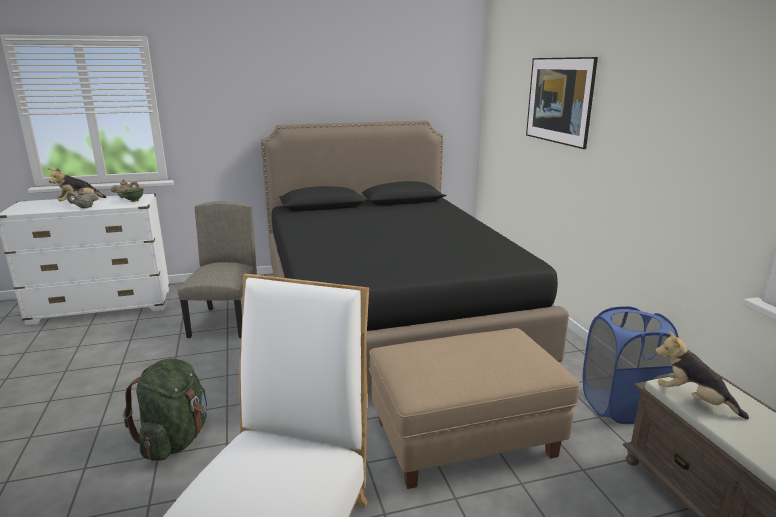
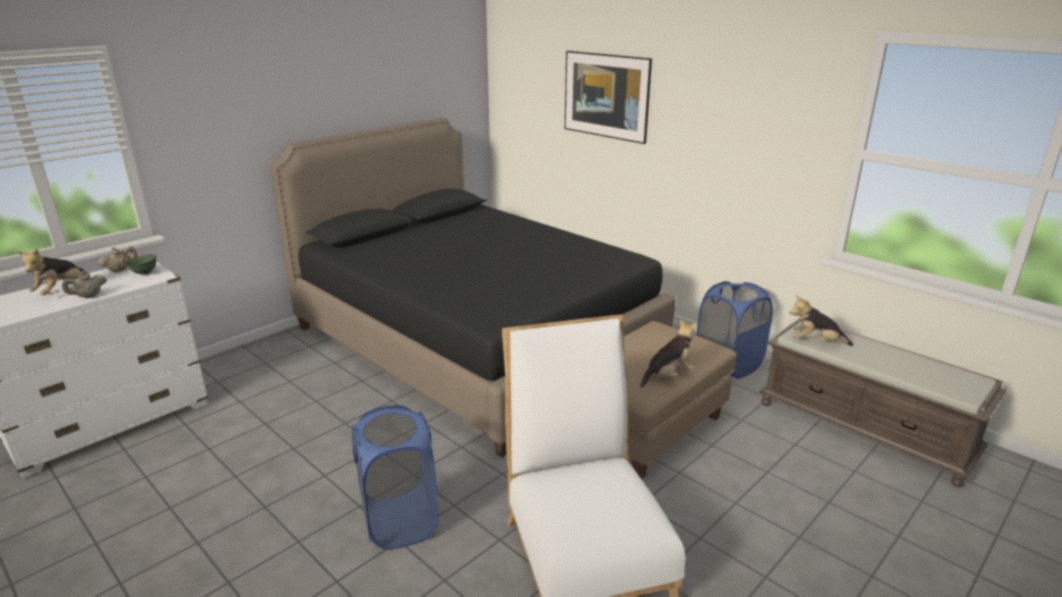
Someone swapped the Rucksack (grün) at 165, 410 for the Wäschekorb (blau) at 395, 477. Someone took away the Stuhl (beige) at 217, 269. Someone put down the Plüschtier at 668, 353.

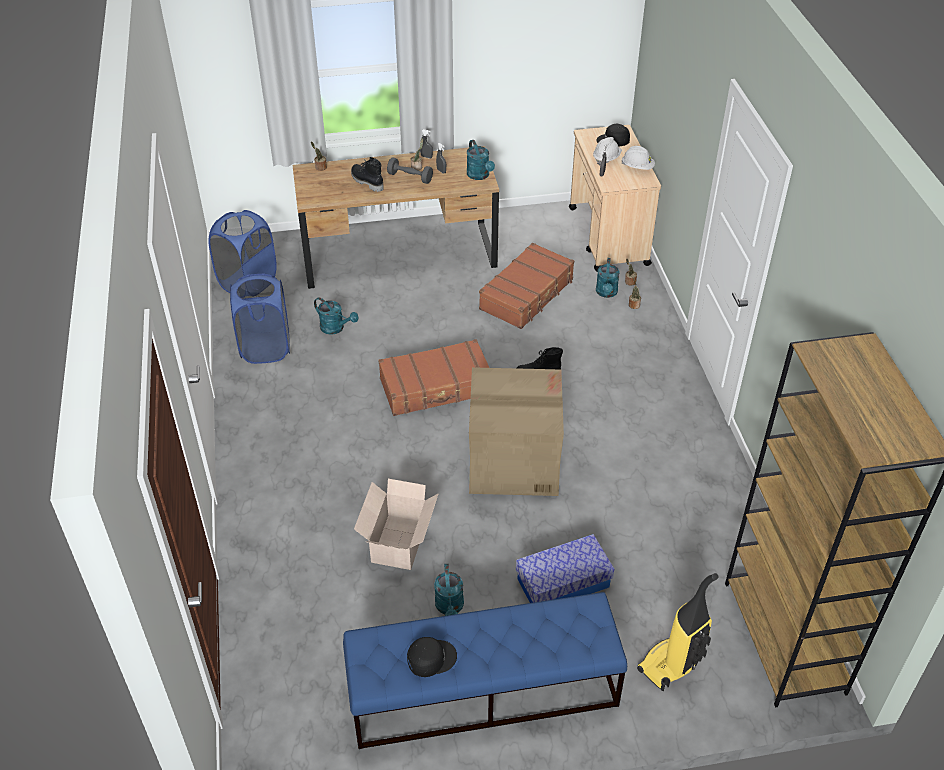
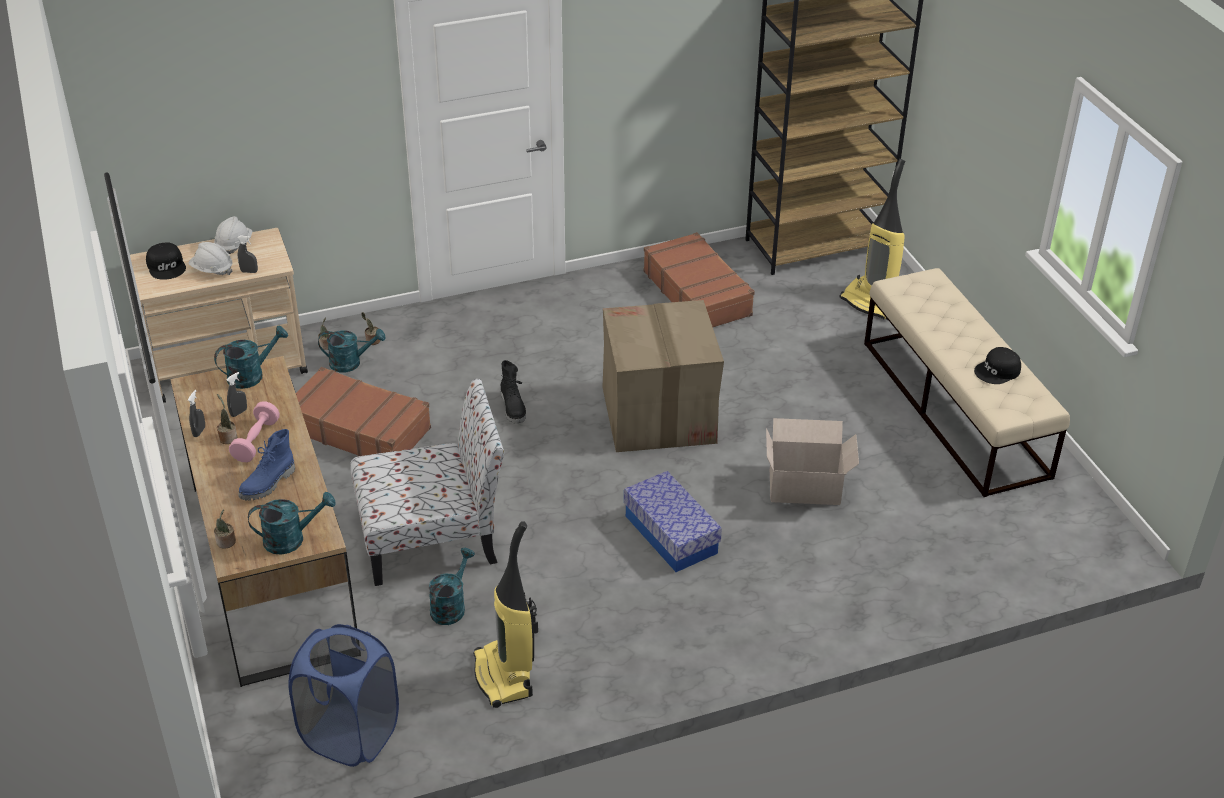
Someone swapped the Wäschekorb (blau) at 260, 318 for the Staubsauger at 505, 614. Someone repainted the Bank (blau) at 485, 670, which became the Bank (beige) at 967, 382. Someone repainted the Stiefel (schwarz) at 367, 174, which became the Stiefel (blau) at 267, 465. Someone carried the Koffer (braun) from 433, 377 to 699, 279. Someone repainted the Hantel (grau) at 410, 170, which became the Hantel (rosa) at 254, 431. Someone rotated the Kappe (schwarz) at 432, 657 by 90 degrees counterclockwise. Someone carried the Gießkanne (türkis) from 449, 590 to 292, 523. Someone carried the Aufbewahrungsbox from 565, 568 to 673, 521. Someone put down the Stuhl at 427, 482.

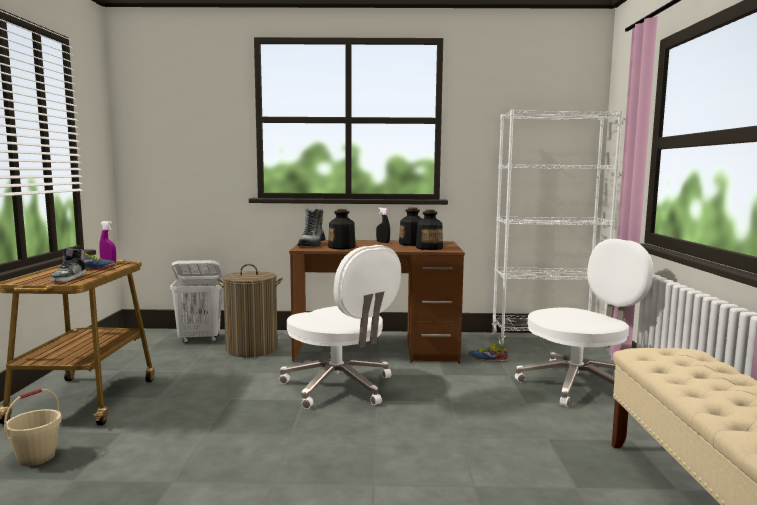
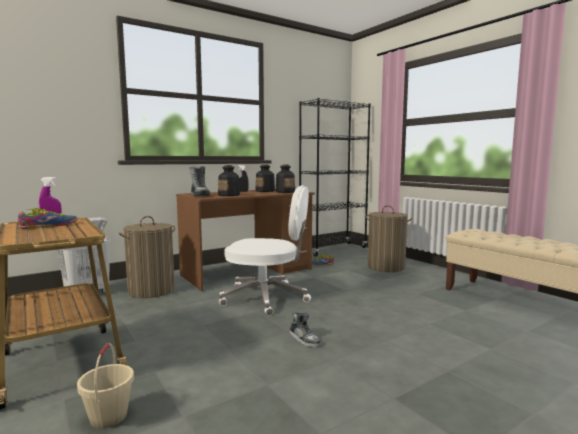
Someone carried the Schuh from 68, 265 to 305, 329. Someone repainted the Bücherregal (weiß) at 557, 228, which became the Bücherregal (schwarz) at 335, 177. Someone swapped the Bürostuhl (weiß) at 584, 323 for the Wäschekorb at 389, 238.

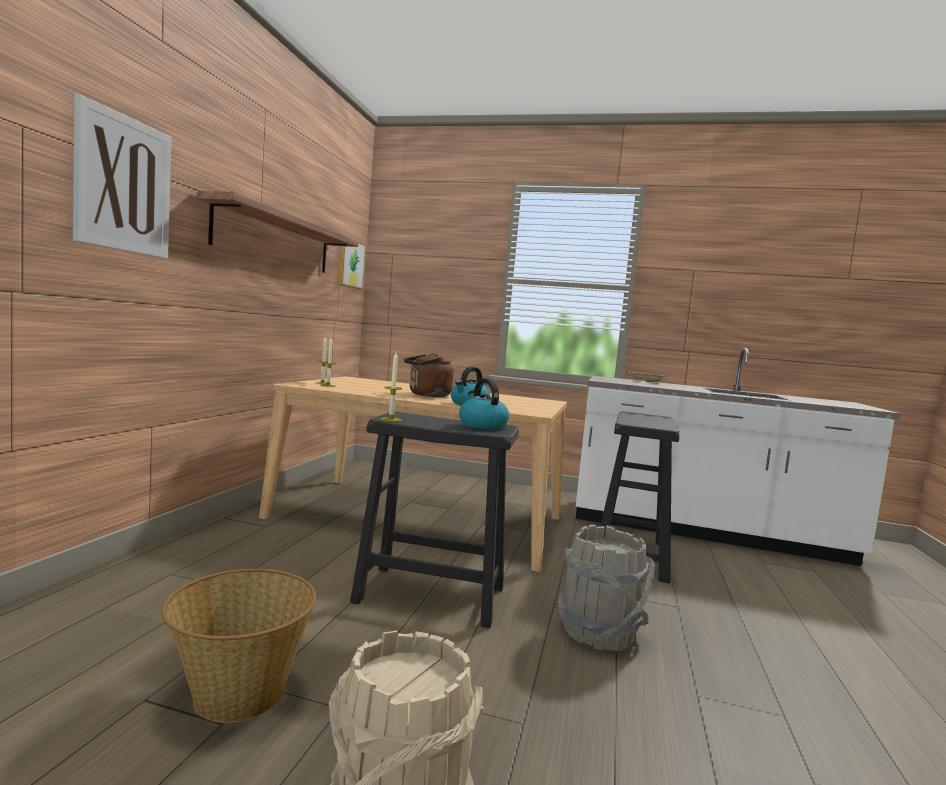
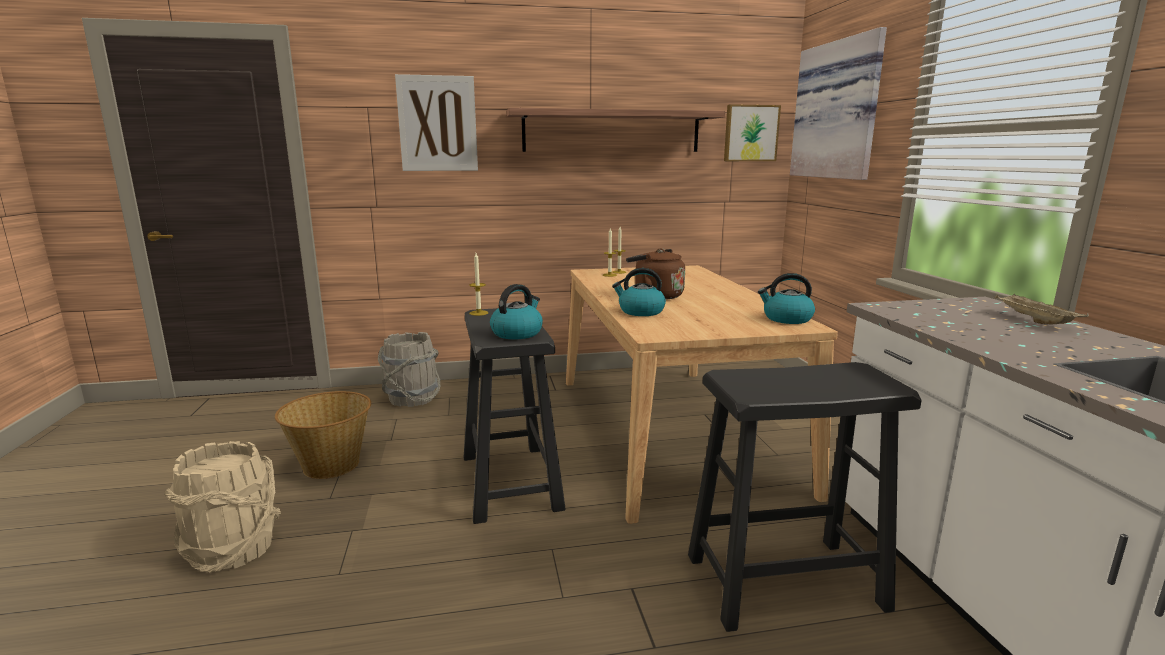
Someone carried the Eimer (grau) from 606, 588 to 409, 369. Someone put down the Wasserkessel at 786, 298. Someone put up the Bild at 838, 103.

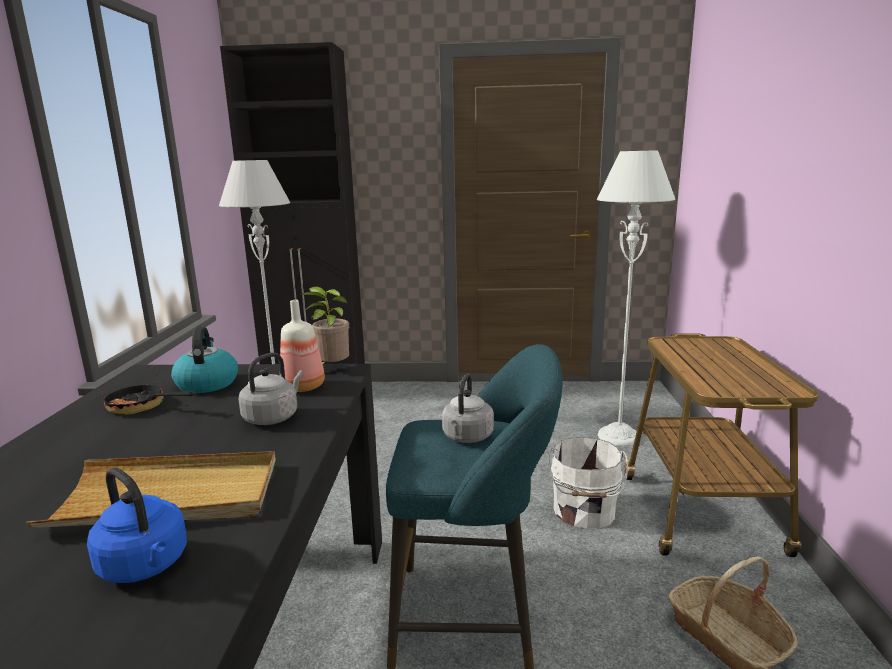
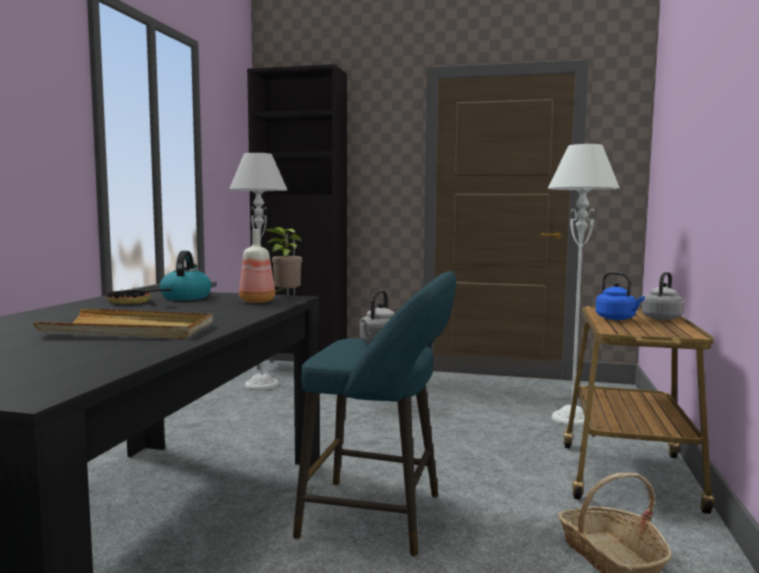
Someone carried the Wasserkessel (blau) from 137, 525 to 620, 296. Someone carried the Wasserkessel (grau) from 271, 388 to 662, 296. Someone took away the Eimer (weiß) at 588, 483.

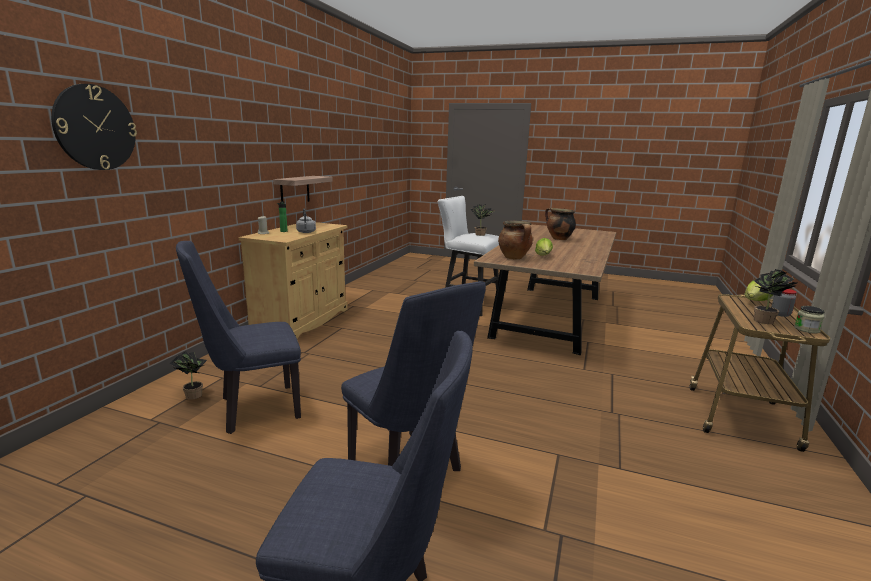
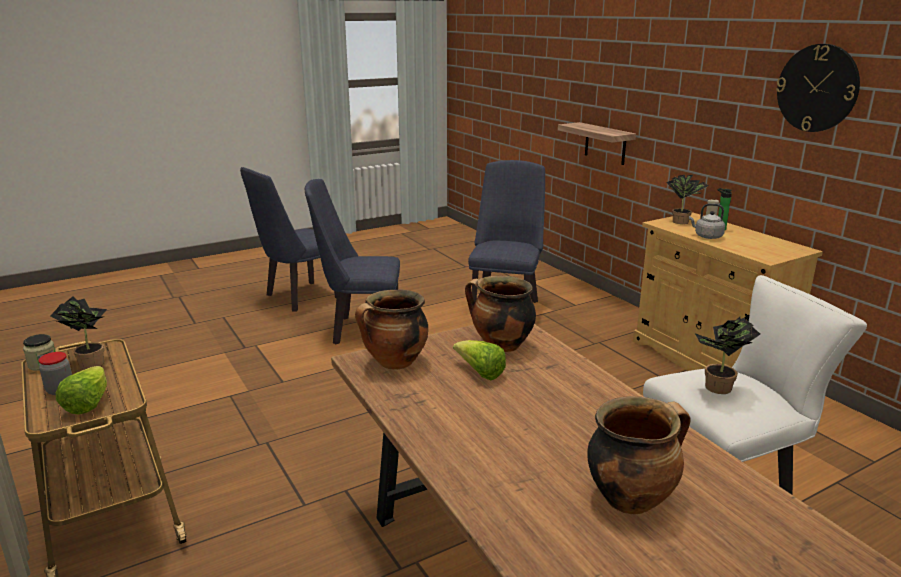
Someone carried the Wanduhr from 94, 127 to 818, 88. Someone carried the Topfpflanze from 188, 375 to 688, 199. Someone carried the Wandregal from 303, 189 to 597, 143. Someone put down the Kochtopf at 391, 330.

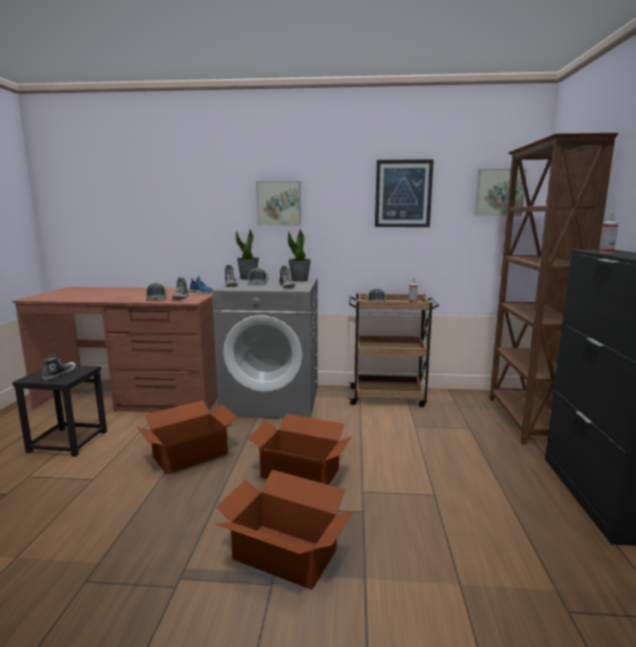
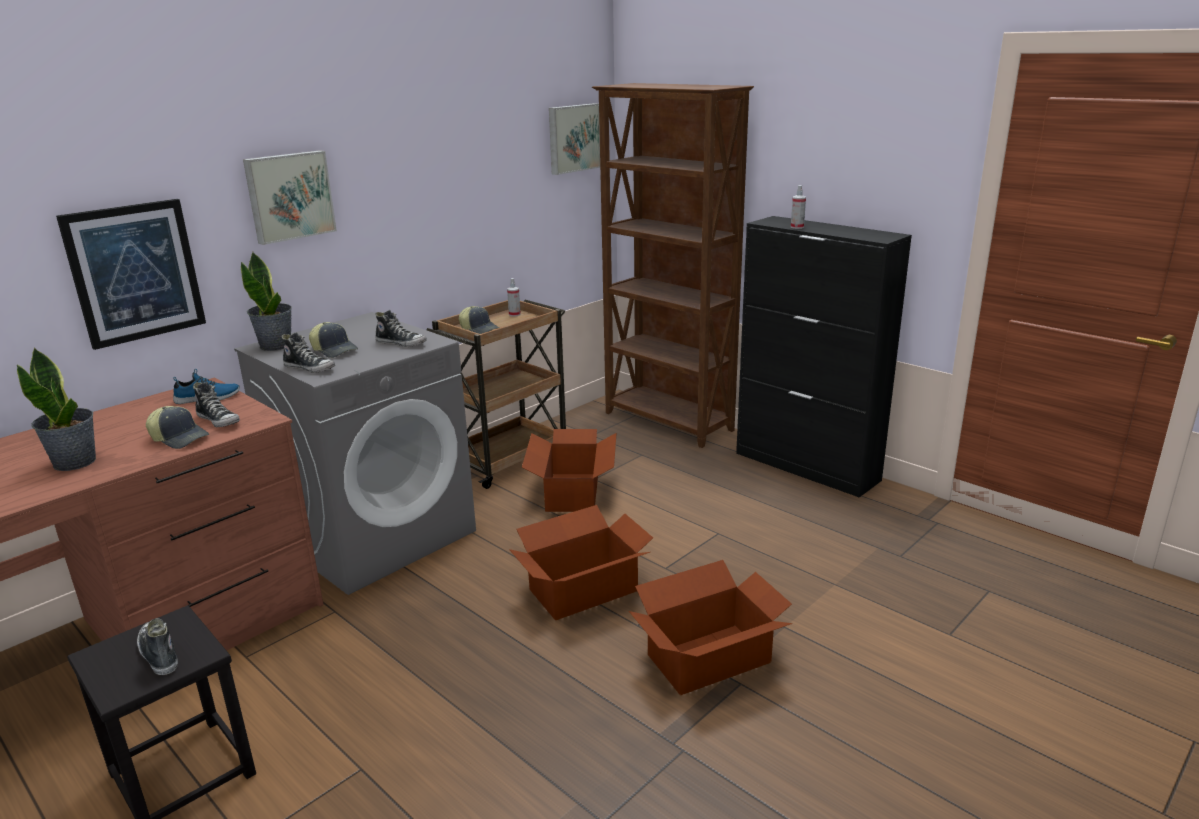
Someone carried the Karton from 187, 437 to 569, 470. Someone carried the Topfpflanze from 299, 255 to 56, 409. Someone carried the Bild from 404, 193 to 131, 274.

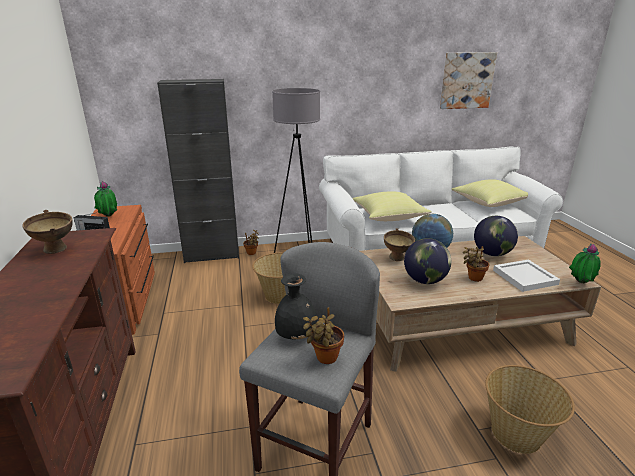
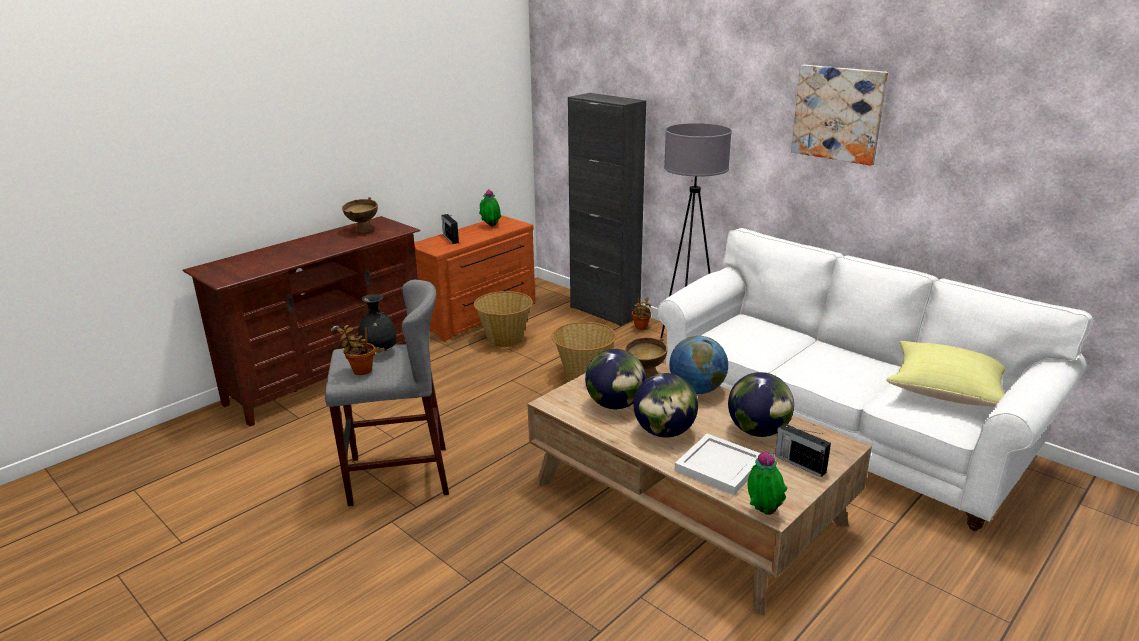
Someone took away the Kissen (gelb) at 392, 206. Someone carried the Bild from 468, 80 to 839, 115. Someone swapped the Topfpflanze at 476, 264 for the Globus at 666, 405. Someone carried the Korb from 530, 409 to 503, 319. Someone put down the Radio at 803, 450.

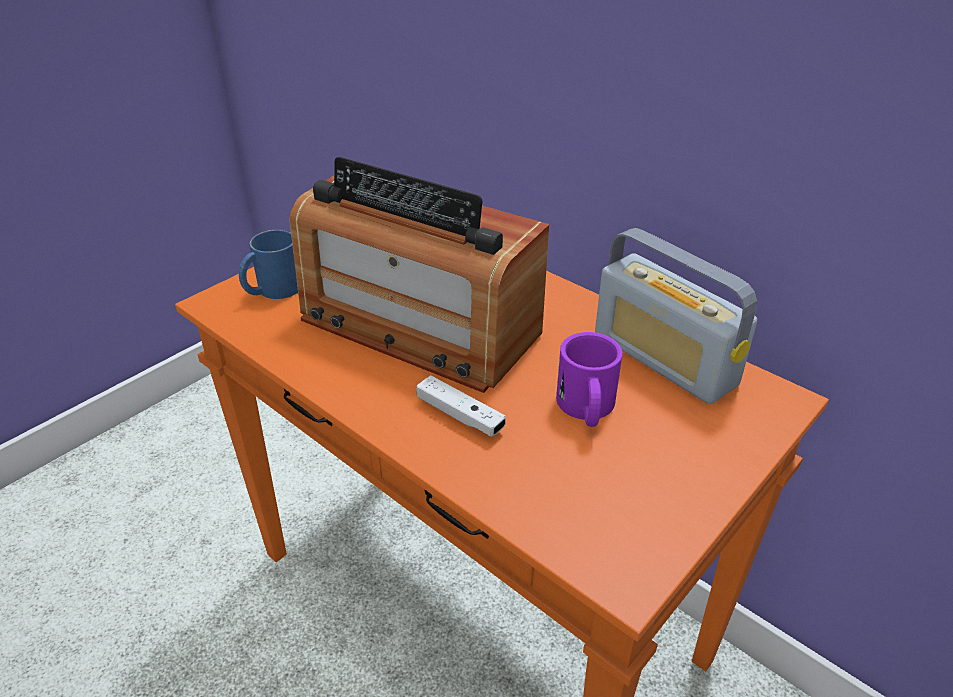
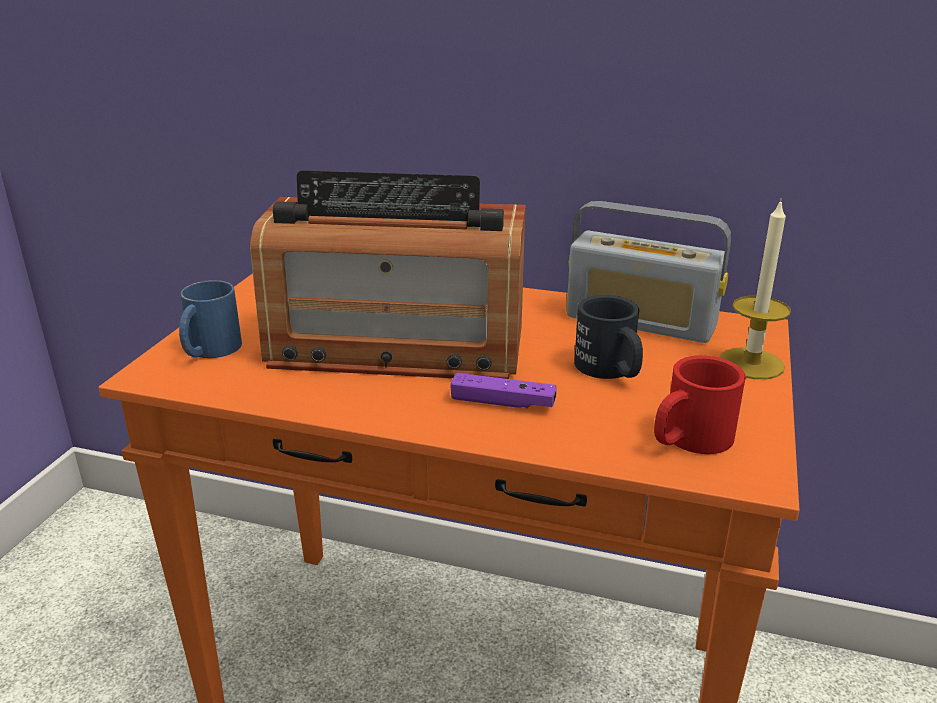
Someone repainted the Gamepad (weiß) at 461, 406, which became the Gamepad (lila) at 503, 391. Someone repainted the Henkelbecher (lila) at 589, 379, which became the Henkelbecher (schwarz) at 608, 337. Someone put down the Henkelbecher (rot) at 700, 404. Someone put down the Kerze at 755, 288.

